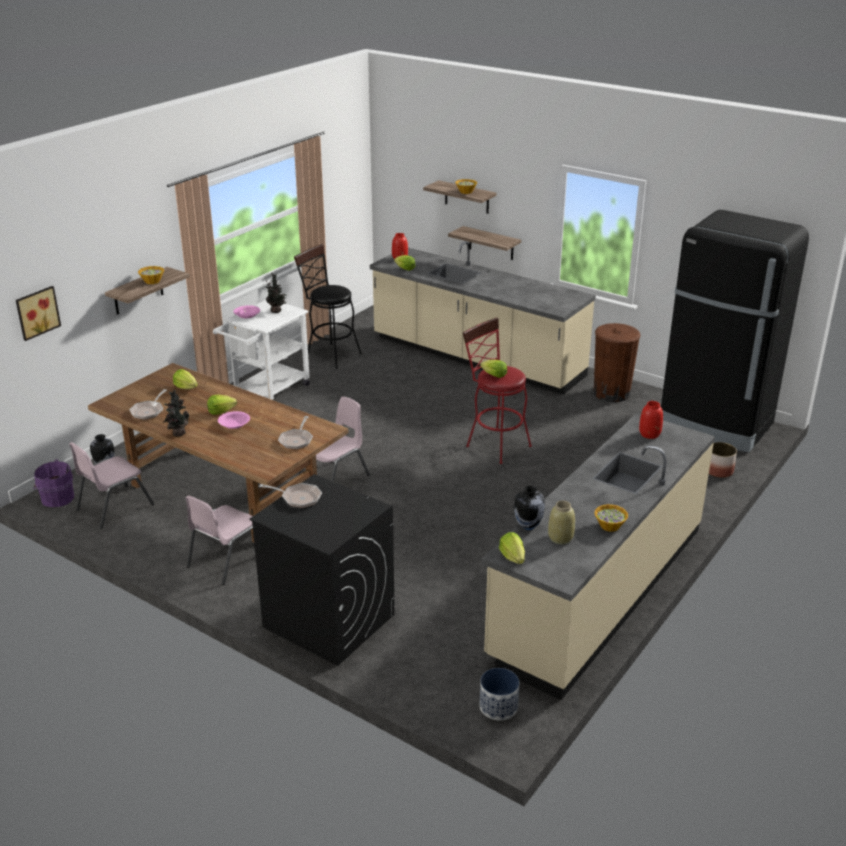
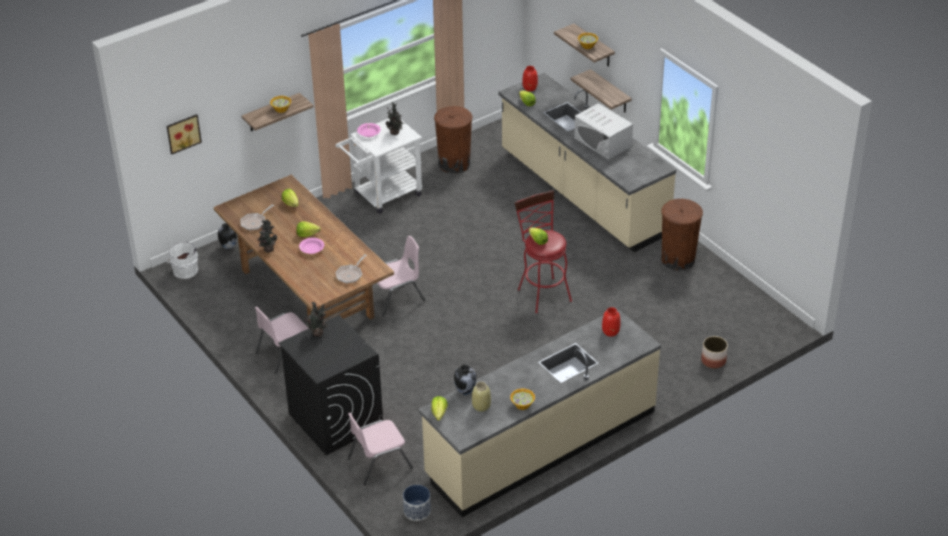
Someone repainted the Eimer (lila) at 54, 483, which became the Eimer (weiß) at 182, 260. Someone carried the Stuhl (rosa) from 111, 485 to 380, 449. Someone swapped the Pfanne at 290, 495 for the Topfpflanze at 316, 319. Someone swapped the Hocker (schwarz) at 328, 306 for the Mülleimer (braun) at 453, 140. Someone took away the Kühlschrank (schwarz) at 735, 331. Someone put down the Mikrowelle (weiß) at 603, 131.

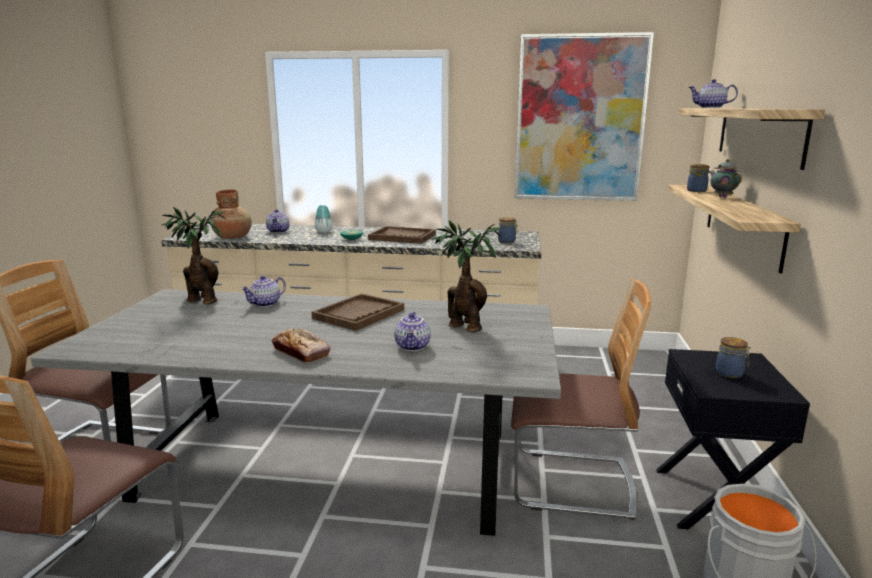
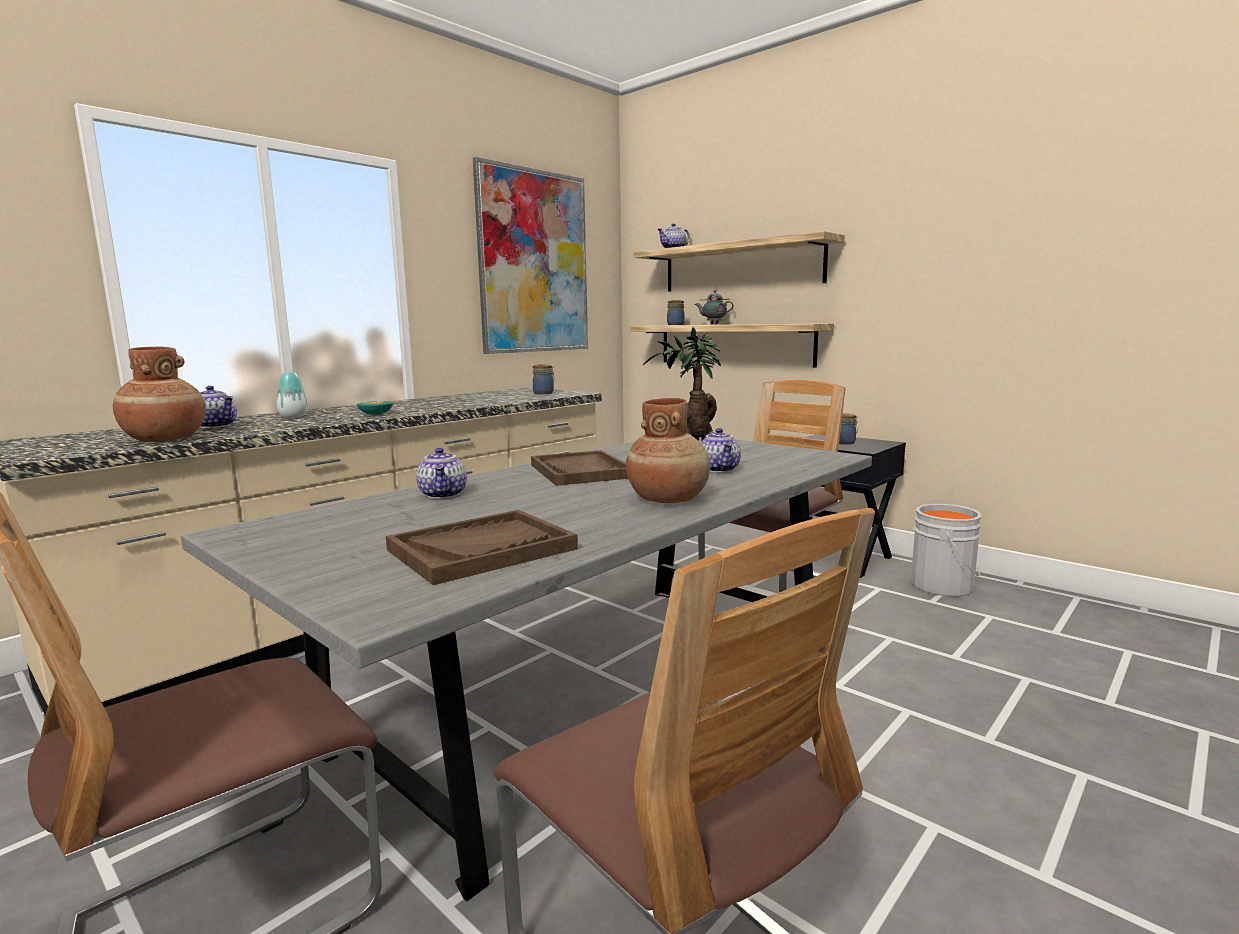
Someone took away the Topfpflanze at 193, 255. Someone swapped the Brot at 301, 345 for the Vase (braun) at 668, 450. Someone carried the Tablett (braun) from 402, 235 to 482, 547. Someone rotated the Teekanne at 412, 331 by 45 degrees clockwise.

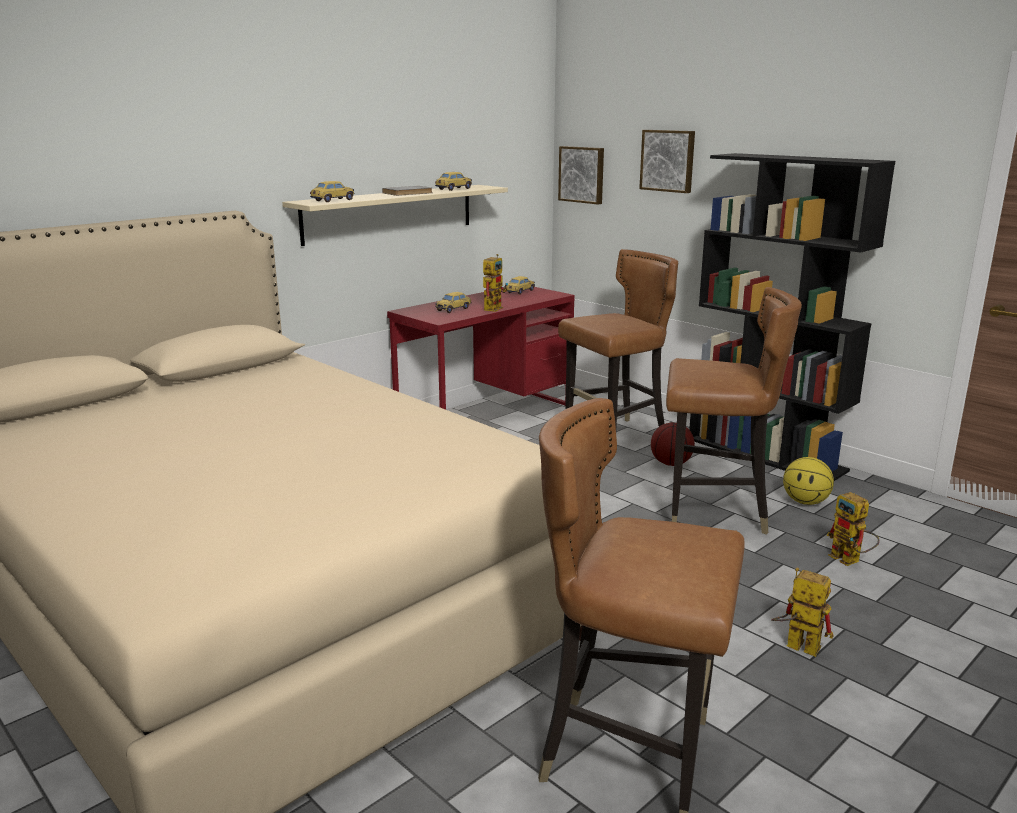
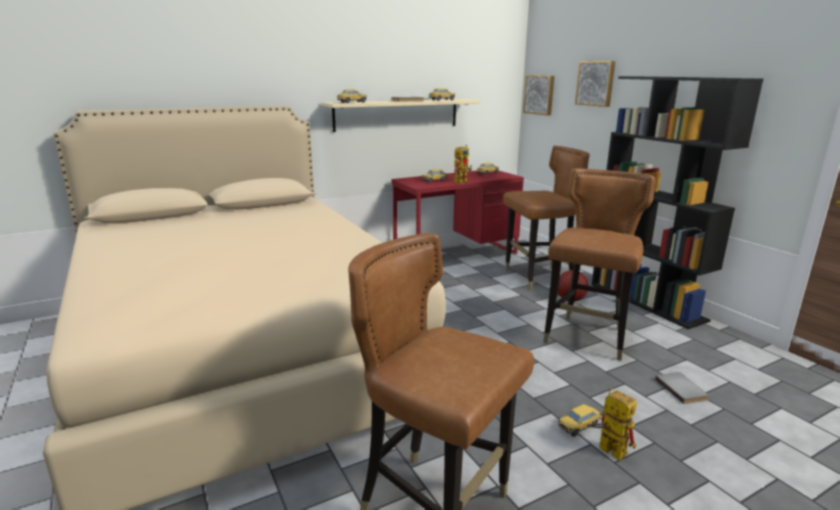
Someone rotated the Stuhl (braun) at 734, 411 by 90 degrees counterclockwise. Someone took away the Basketball at 808, 481. Someone swapped the Spielzeugroboter at 853, 529 for the Buch (grau) at 682, 388. Someone put down the Spielzeugauto at 579, 420.

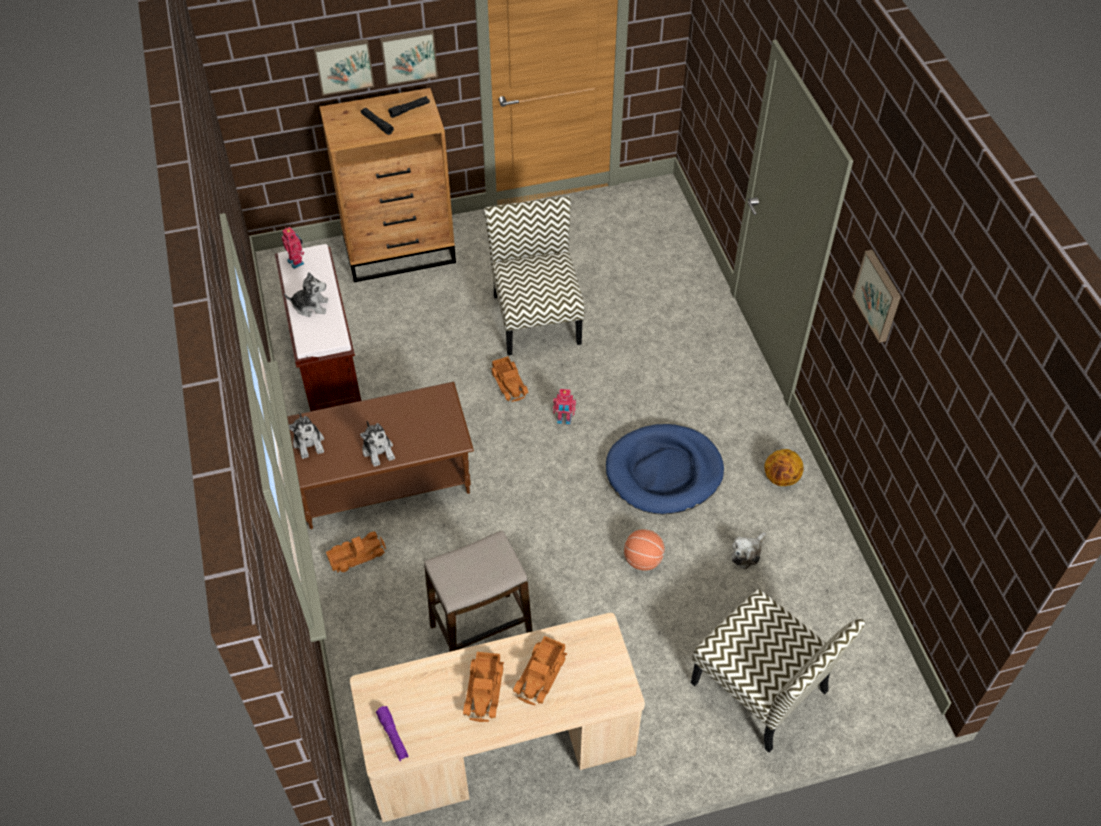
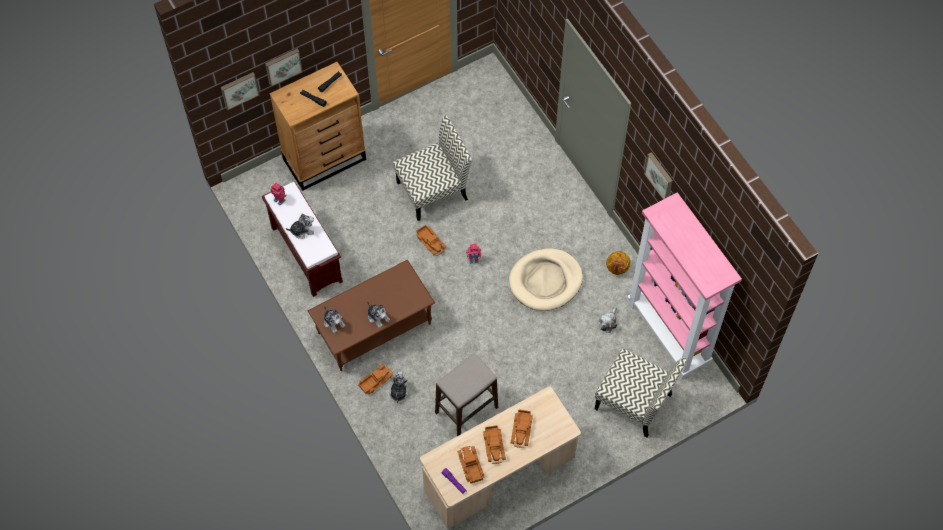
Someone carried the Bild from 409, 57 to 240, 91. Someone rotated the Stuhl at 534, 275 by 90 degrees clockwise. Someone repainted the Hundebett (blau) at 665, 469, which became the Hundebett (beige) at 546, 279. Someone took away the Basketball at 644, 550. Someone put down the Plüschtier at 398, 387. Someone put down the Spielzeuglaster at 470, 465. Someone put down the Bücherregal (rosa) at 684, 285.

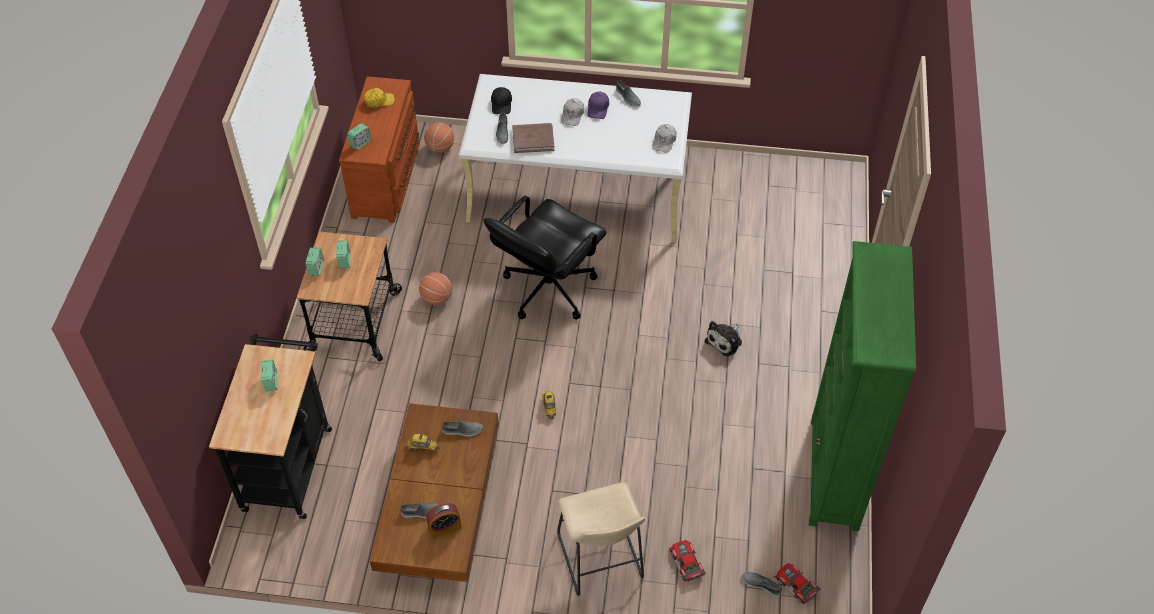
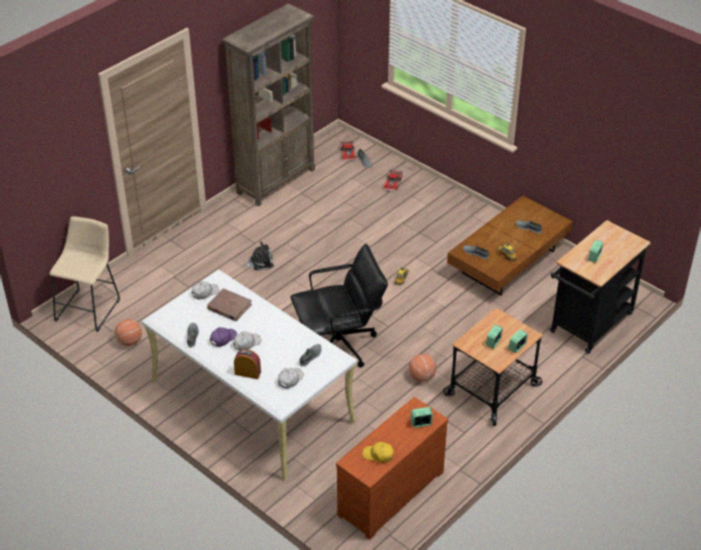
Someone carried the Basketball from 439, 137 to 128, 332. Someone carried the Wecker from 443, 520 to 247, 364. Someone repainted the Kappe (schwarz) at 501, 100, which became the Kappe (weiß) at 291, 378. Someone carried the Buch (braun) from 533, 138 to 229, 304. Someone carried the Hocker (beige) from 601, 539 to 84, 274. Someone repainted the Bücherregal (grün) at 862, 386, which became the Bücherregal (braun) at 269, 104.

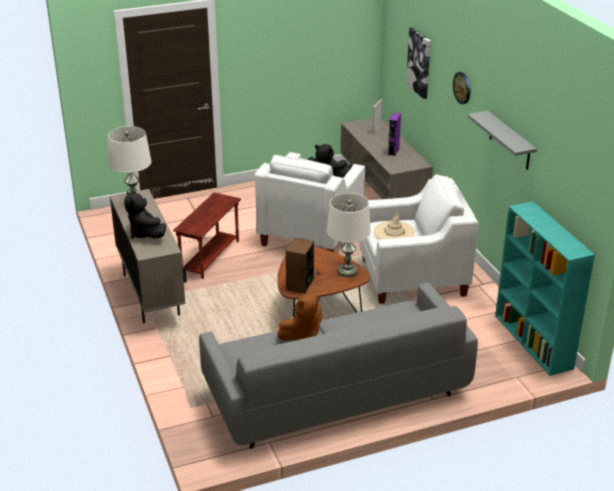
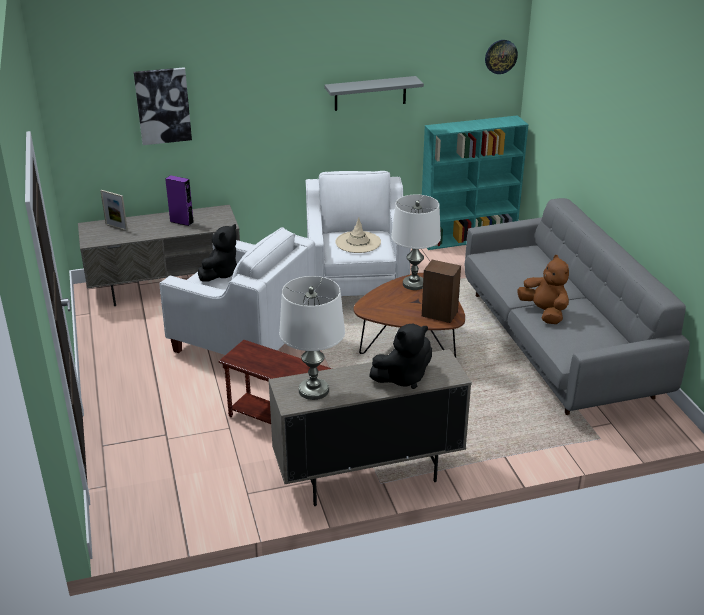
Someone carried the Wanduhr from 461, 88 to 501, 57.

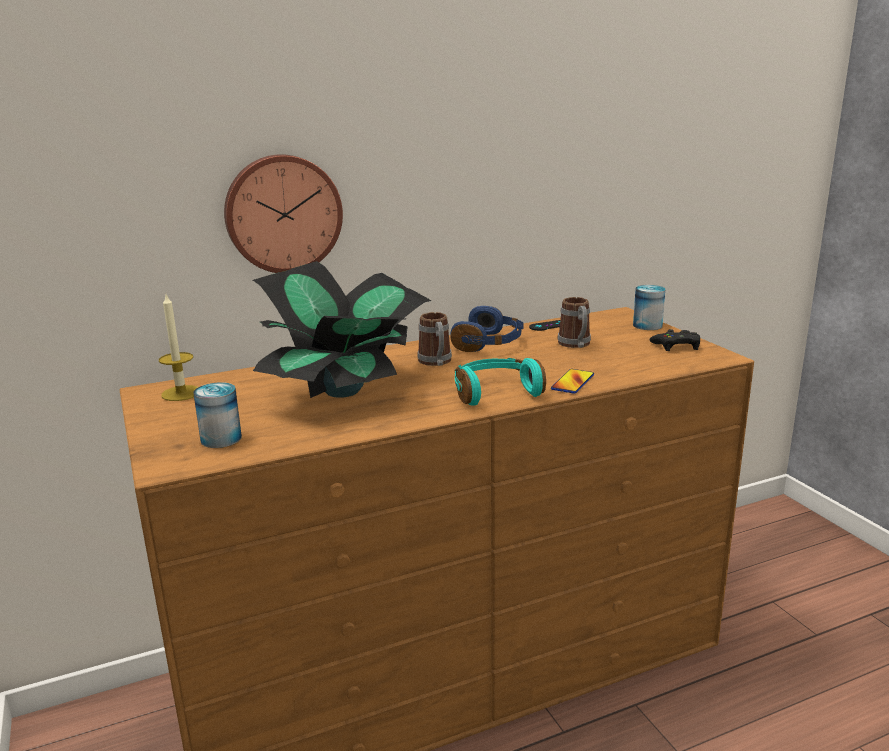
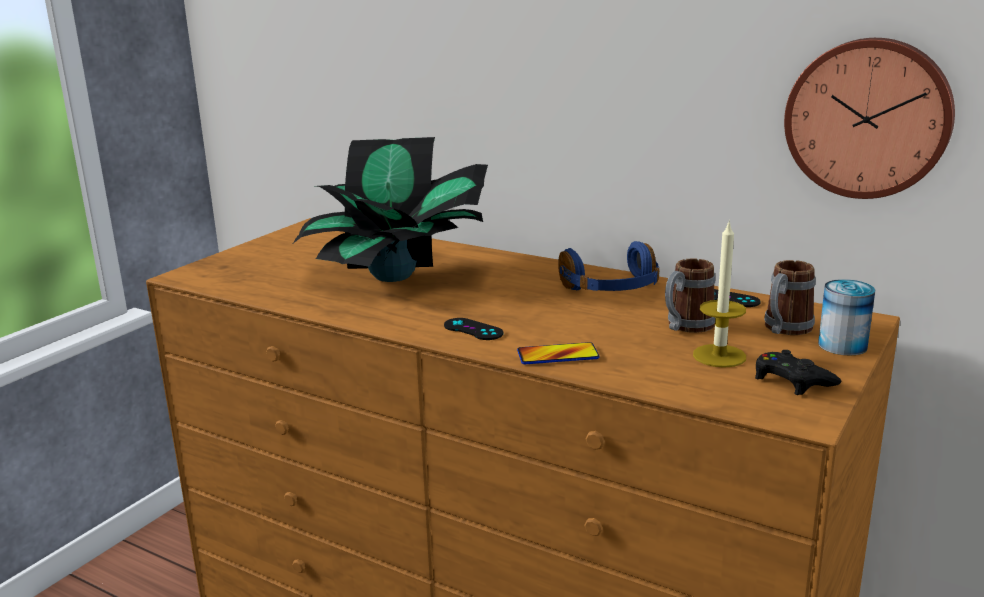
Someone carried the Kerze from 178, 348 to 719, 294. Someone took away the Dose at 217, 415. Someone carried the Wanduhr from 283, 213 to 869, 118. Someone carried the Henkelbecher from 434, 339 to 790, 297. Someone swapped the Kopfhörer (türkis) at 500, 382 for the Gamepad (schwarz) at 473, 329.

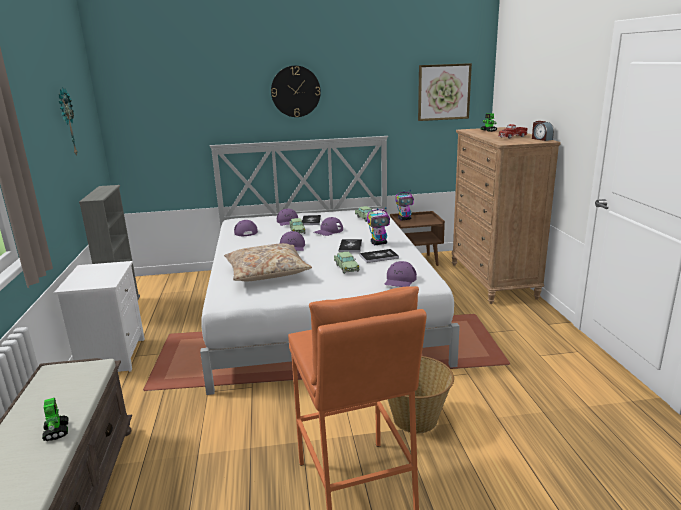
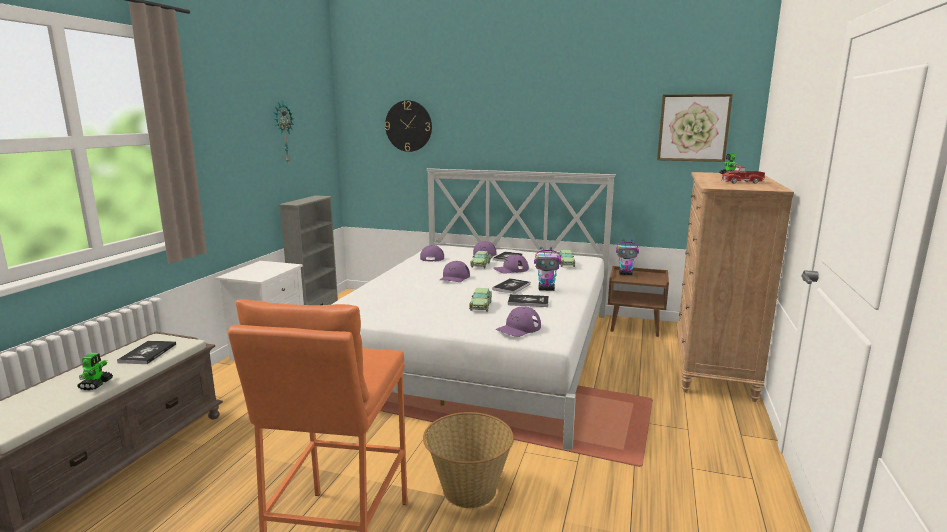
Someone took away the Kissen (beige) at 268, 262. Someone carried the Wanduhr from 296, 91 to 408, 126. Someone took away the Wecker at 543, 131. Someone put down the Buch at 146, 352.

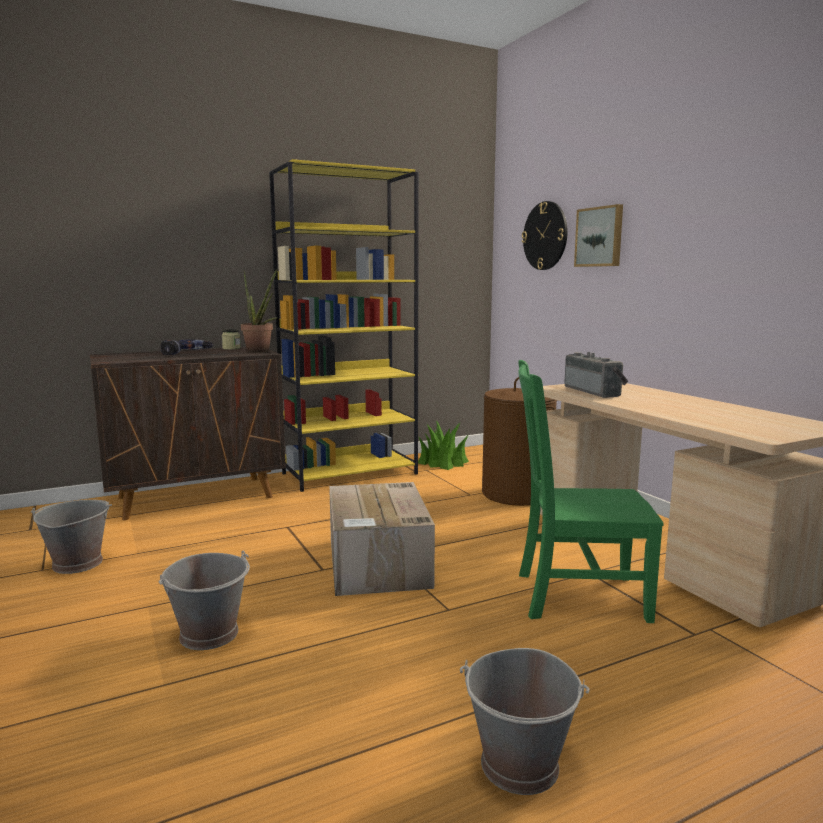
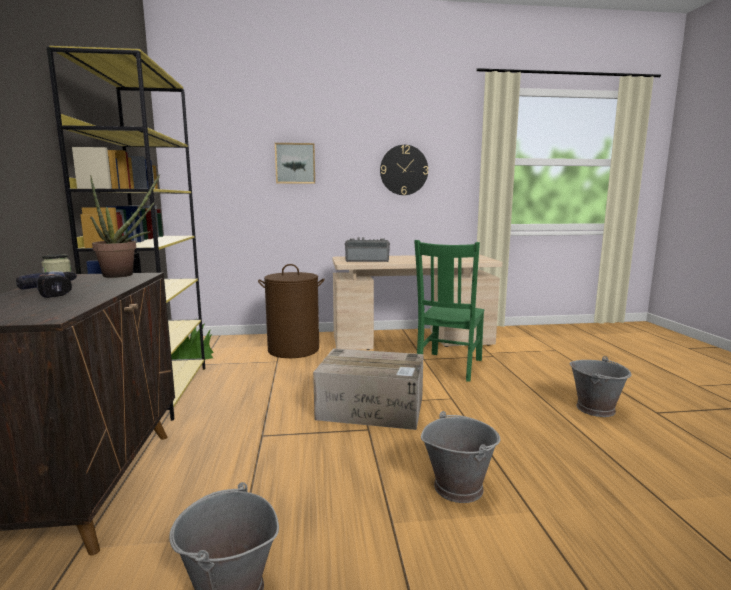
Someone carried the Wanduhr from 545, 235 to 404, 170.

